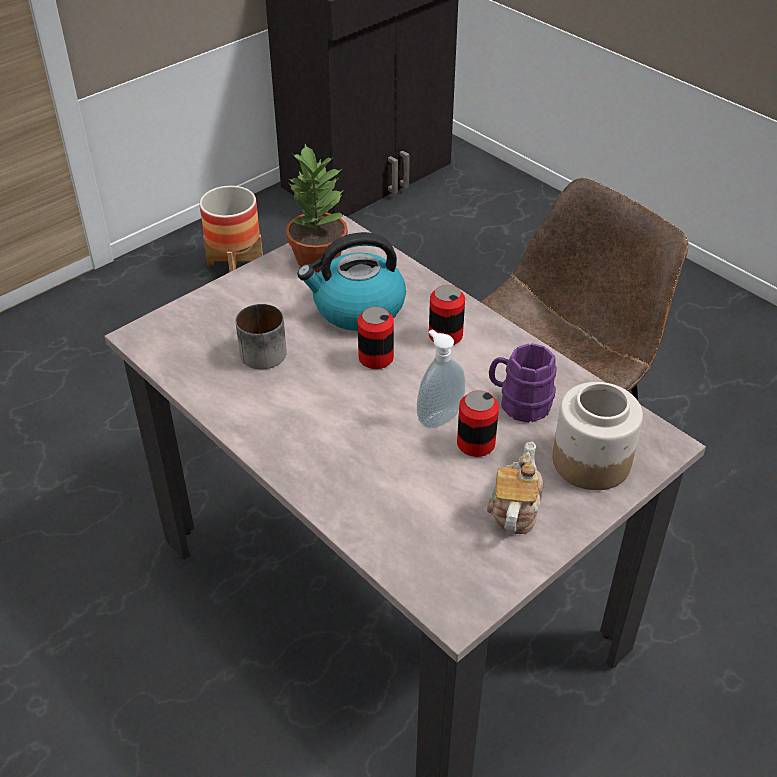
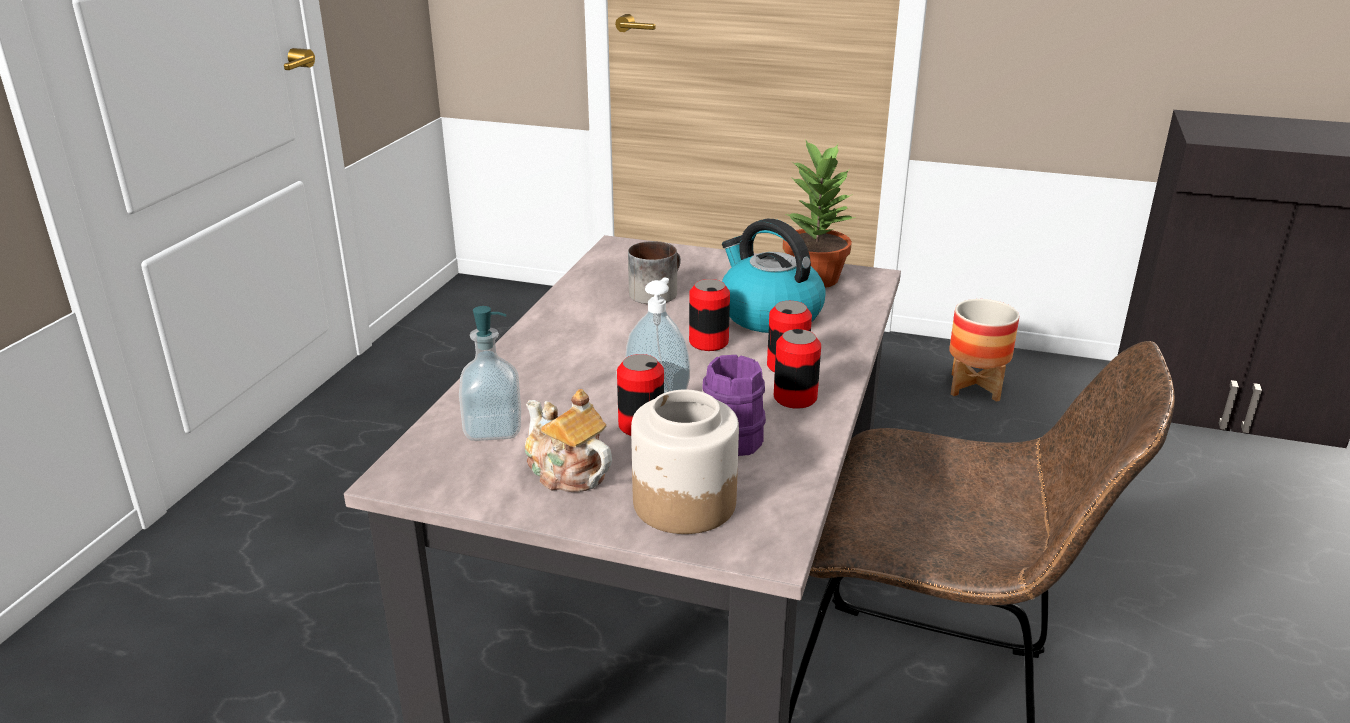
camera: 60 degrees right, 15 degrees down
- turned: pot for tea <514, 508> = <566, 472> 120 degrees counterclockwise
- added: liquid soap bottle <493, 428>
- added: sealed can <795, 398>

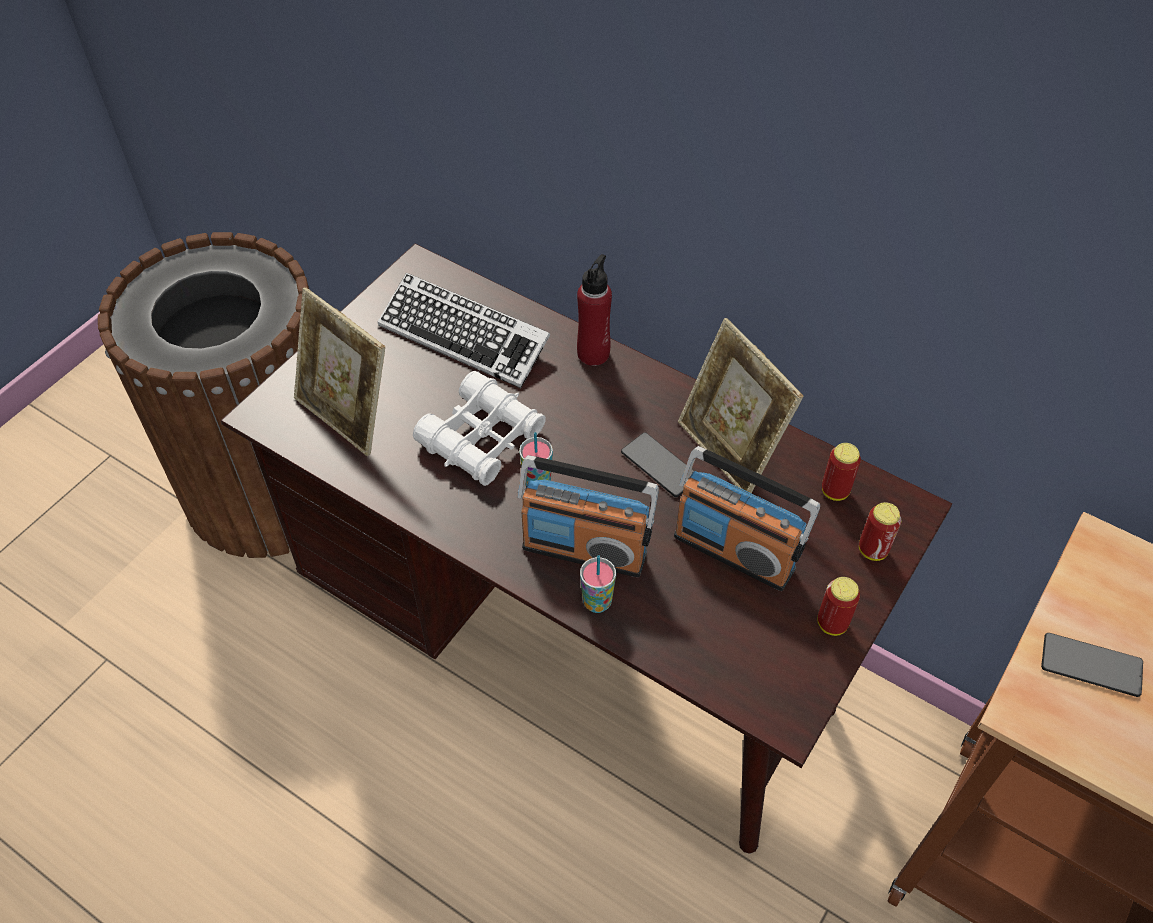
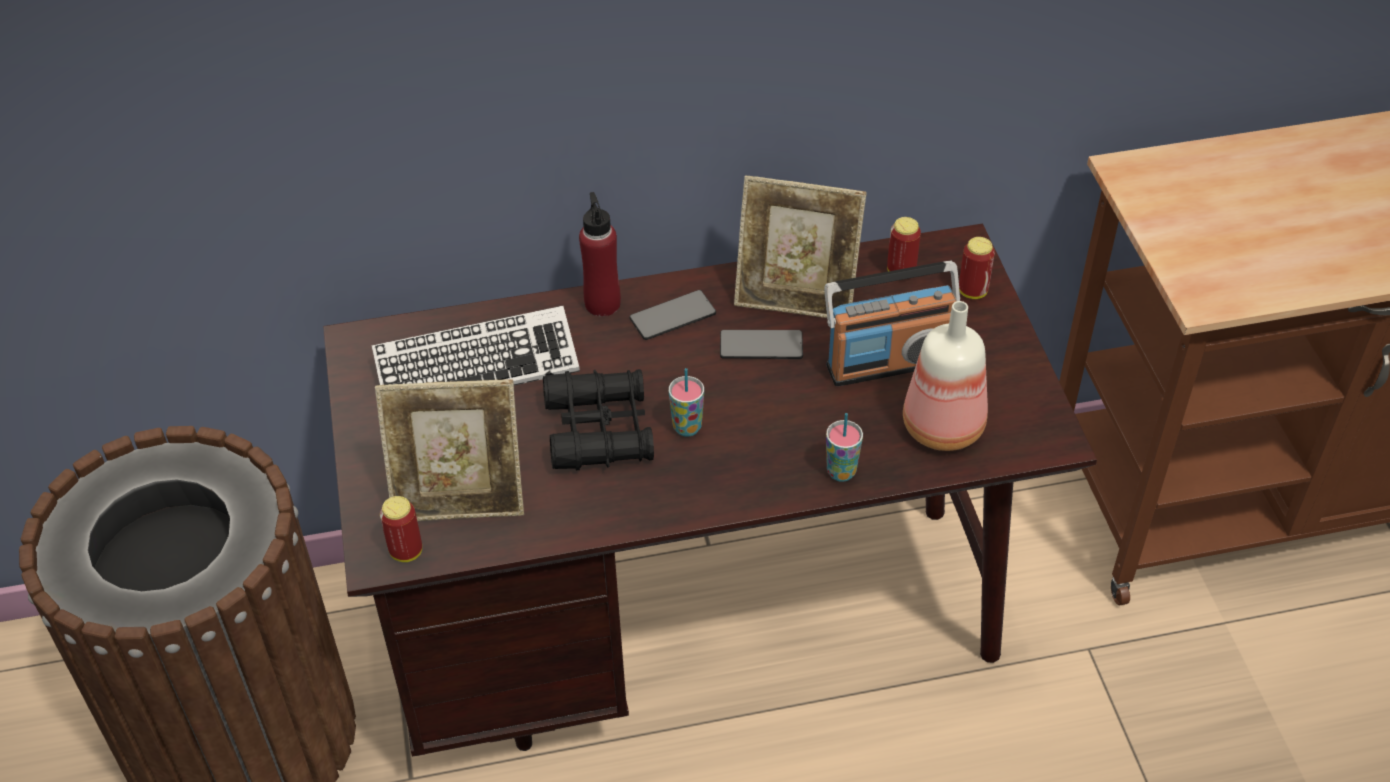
camera: 45 degrees left, 5 degrees down
- recoloured: white-coloured binoculars <482, 438> to black-coloured binoculars <599, 430>
- removed: radio set <585, 549>
- moved: sealed can <832, 623> to <406, 551>
- moved: telephone <1091, 665> to <673, 316>
- added: bottle <945, 426>

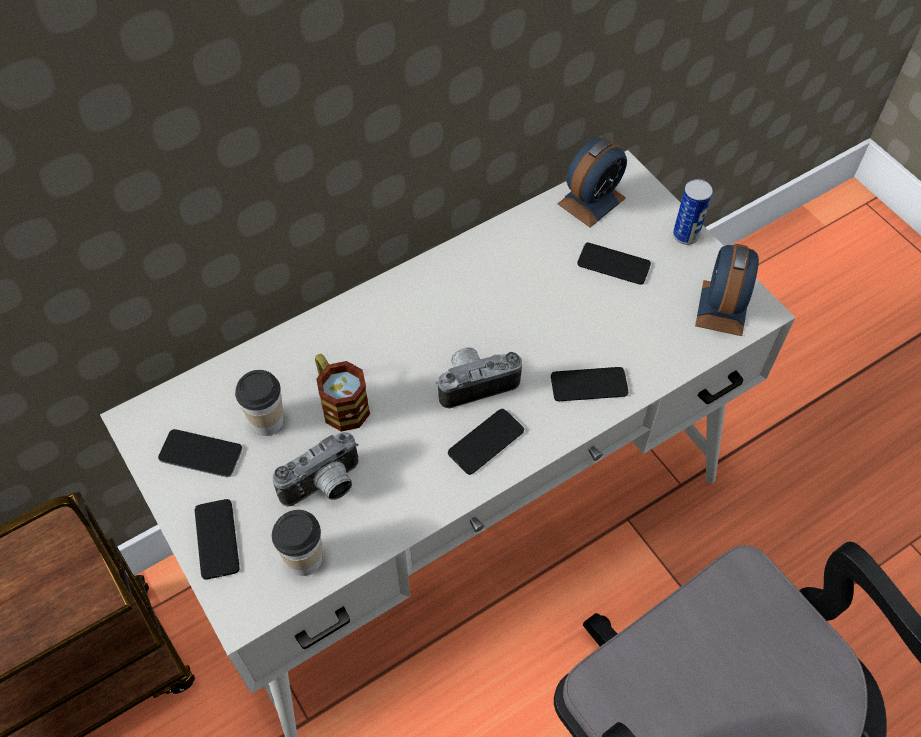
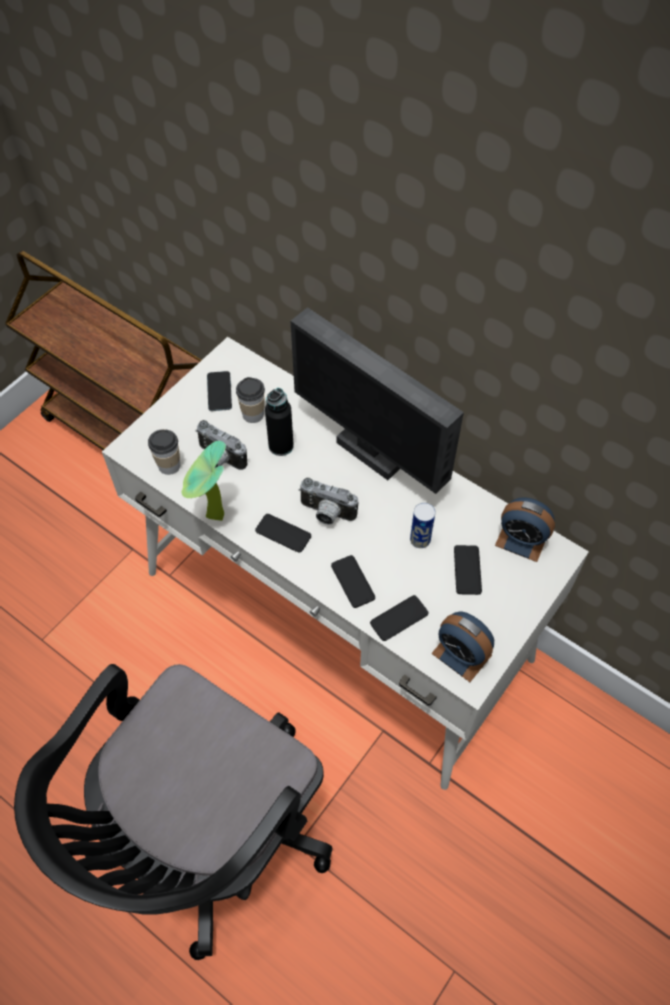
camera: 70 degrees right, 0 degrees up
- moved: sealed can <685, 235> to <420, 540>
- turned: alarm clock <722, 308> = <461, 654> 135 degrees counterclockwise
- turned: photo camera <476, 383> = <326, 514> 150 degrees clockwise
- replaced: mug <340, 402> to black-coloured bottle <281, 446>
- moved: telephone <217, 539> to <399, 618>
- added: computer display <371, 452>
- added: houseplant <212, 518>

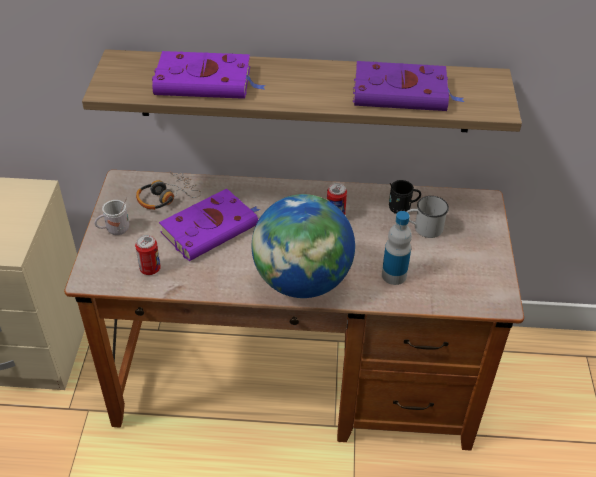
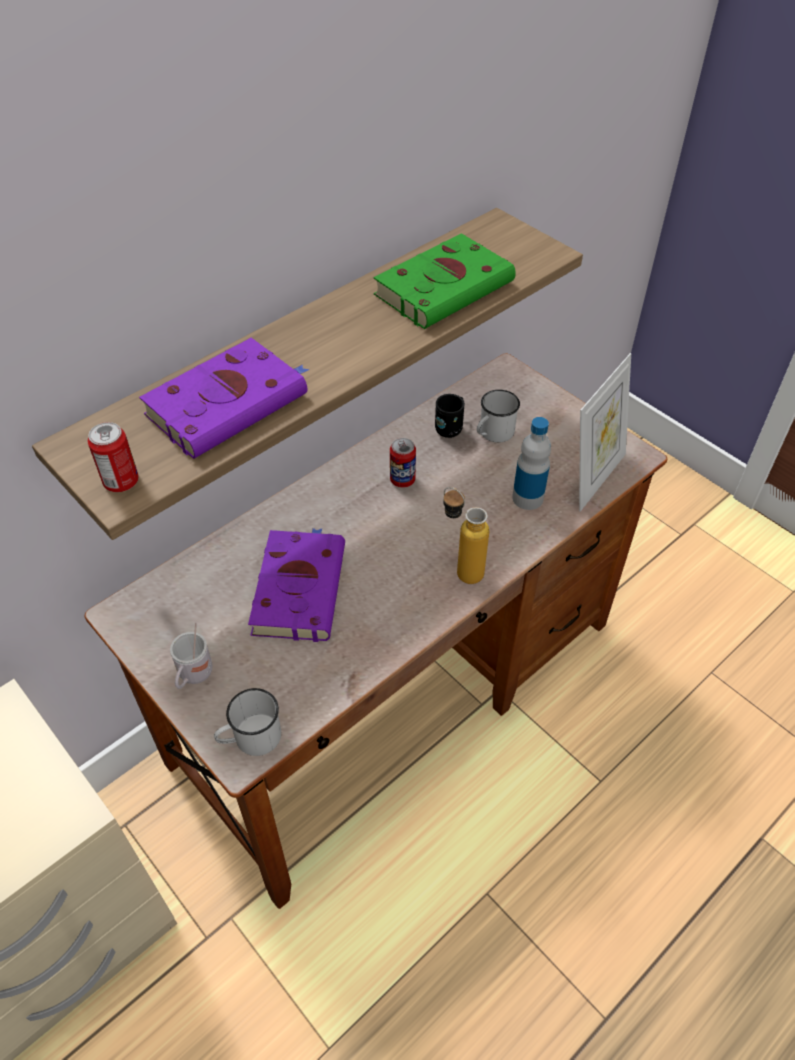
camera: 45 degrees left, 5 degrees up
- recoloured: purplish book <403, 93> to green book <446, 287>
- removed: headphones <167, 197>
- replaced: globe <302, 281> to bottle <460, 569>
- moved: sealed can <150, 269> to <121, 482>
- added: photo frame <594, 477>
- added: white-coloured mug <250, 738>

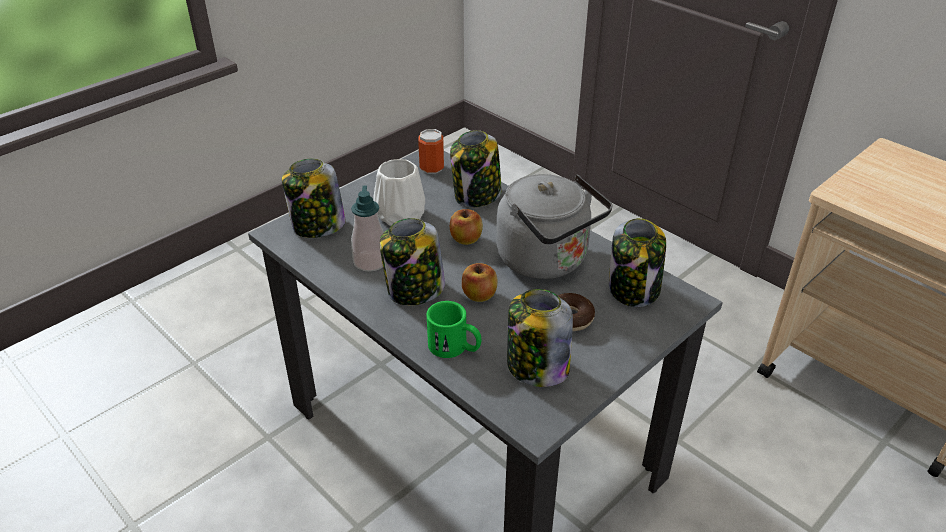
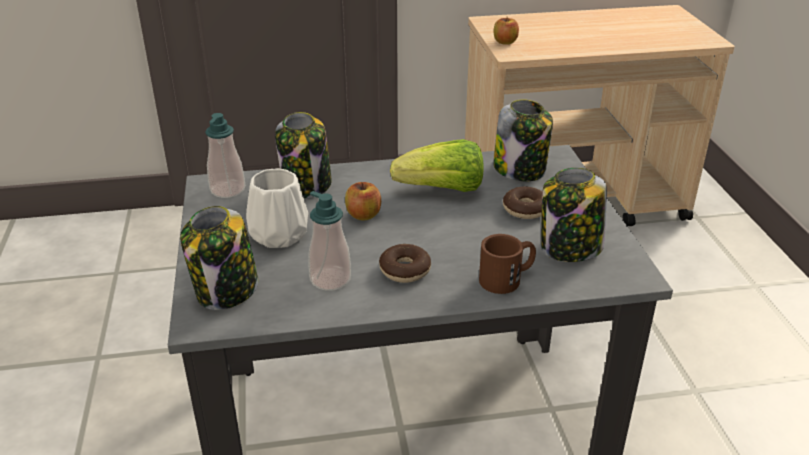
camera: 55 degrees left, 5 degrees down
- replaced: sealed can <431, 168> to liquid soap bottle <227, 190>
- replaced: grey water kettle <547, 261> to lettuce <442, 190>
- replaced: preserve jar <414, 290> to ring doughnut <405, 270>
- moved: apple fruit <479, 295> to <505, 42>
- recoloured: green mug <455, 347> to brownish mug <507, 278>

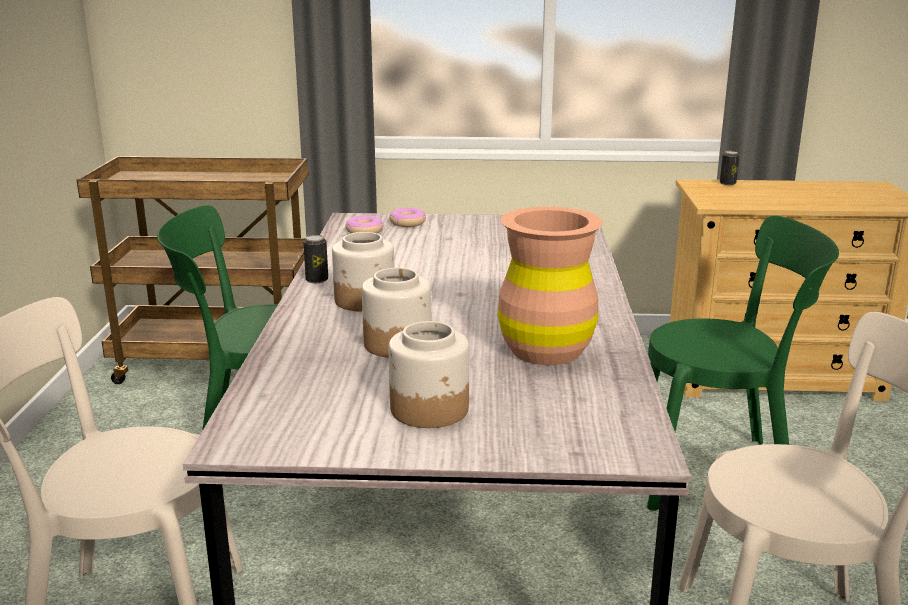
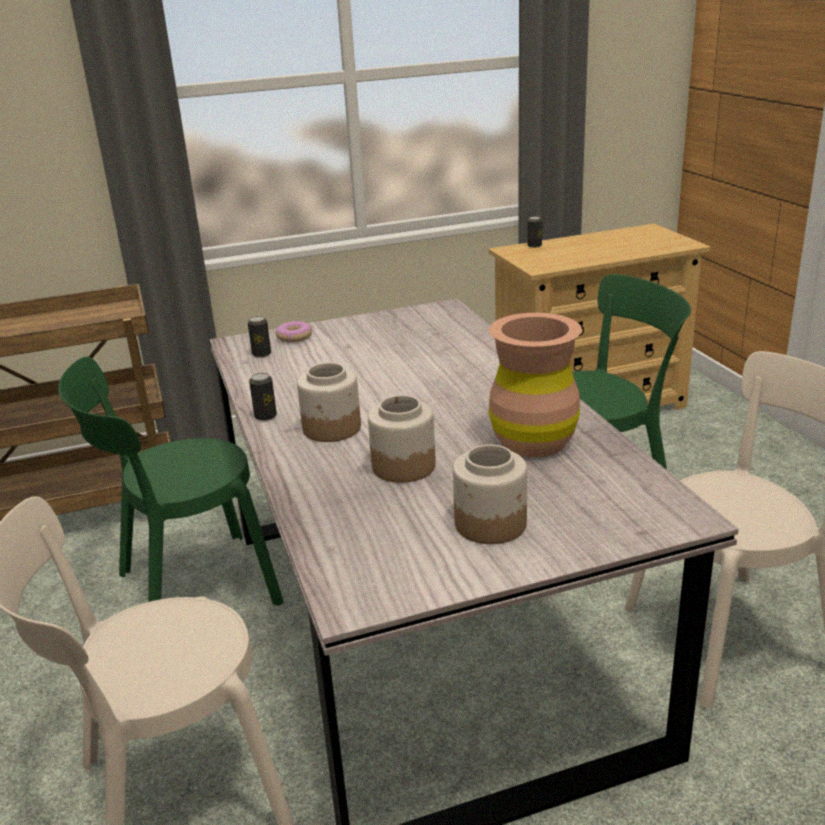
camera: 20 degrees left, 5 degrees up
- replaced: ring doughnut <364, 231> to sealed can <261, 354>

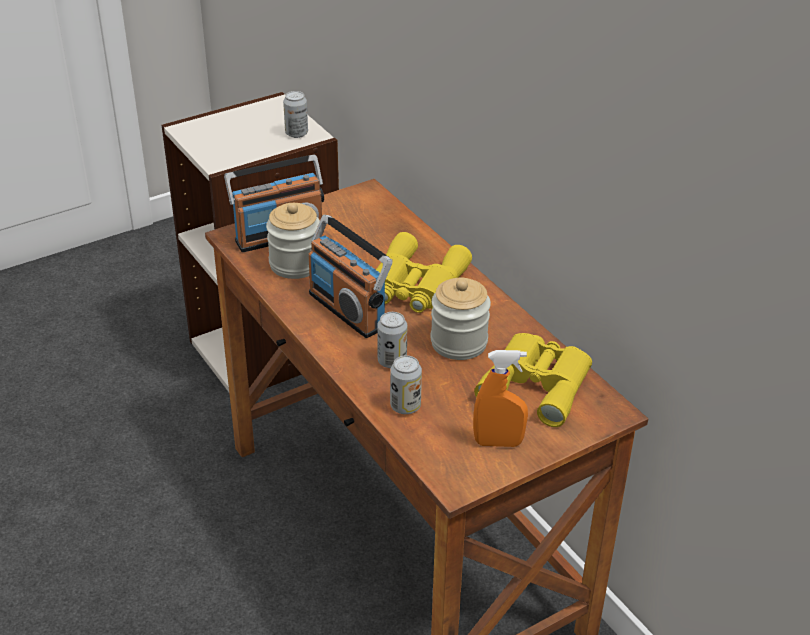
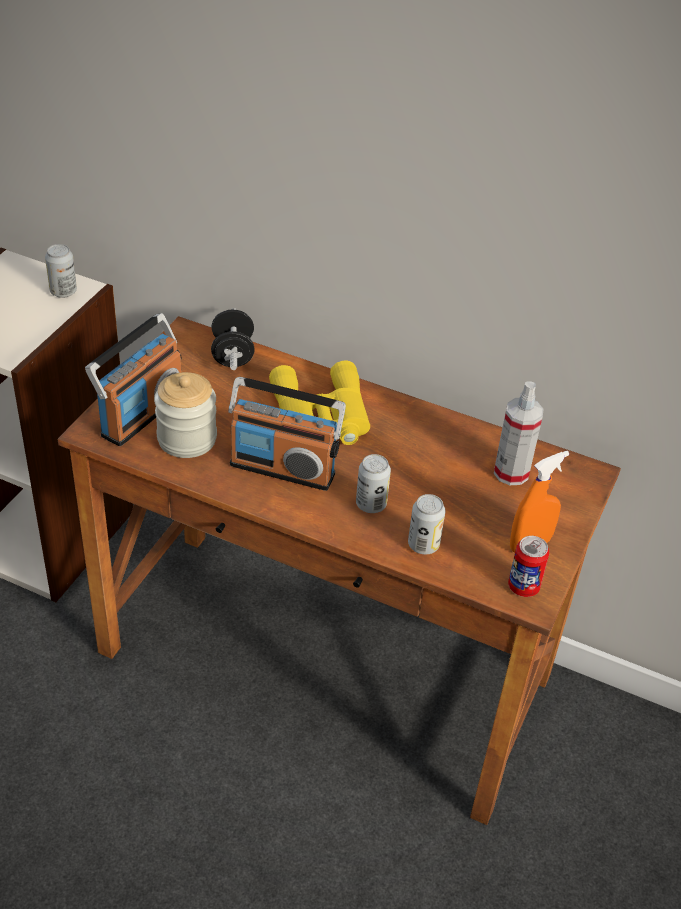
camera: 35 degrees left, 5 degrees up
- removed: preserve jar <459, 343>
- replaced: yellow-coloured binoculars <538, 383> to hand sprayer <511, 472>
- added: black-coloured free weight <232, 355>
- added: sealed can <523, 587>

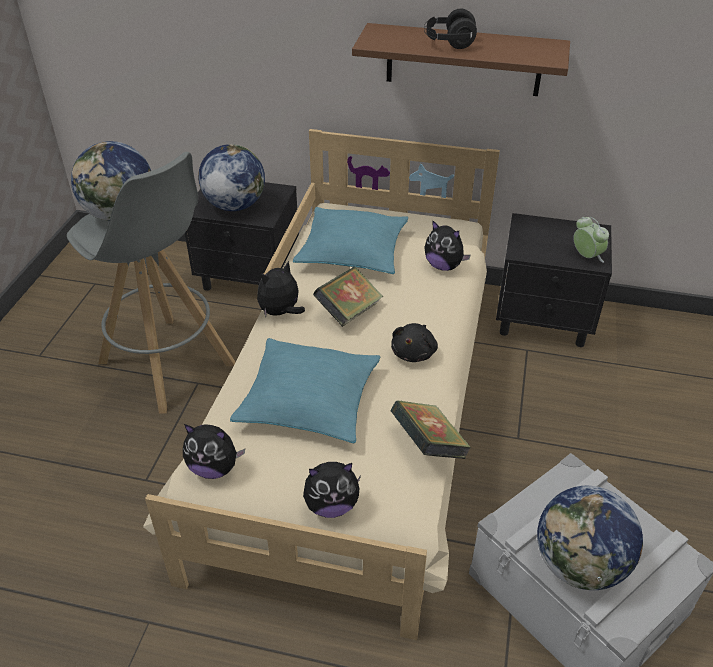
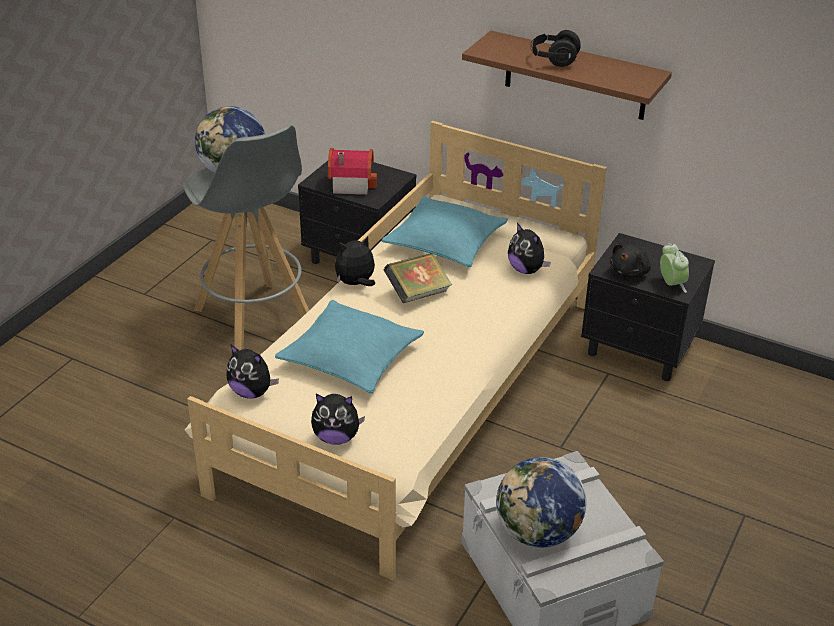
camera: 15 degrees right, 5 degrees down
- replaced: globe <234, 205> to model house <350, 183>
- moved: black-coloured plush toy <414, 352> to <630, 272>
- removed: book <428, 445>

